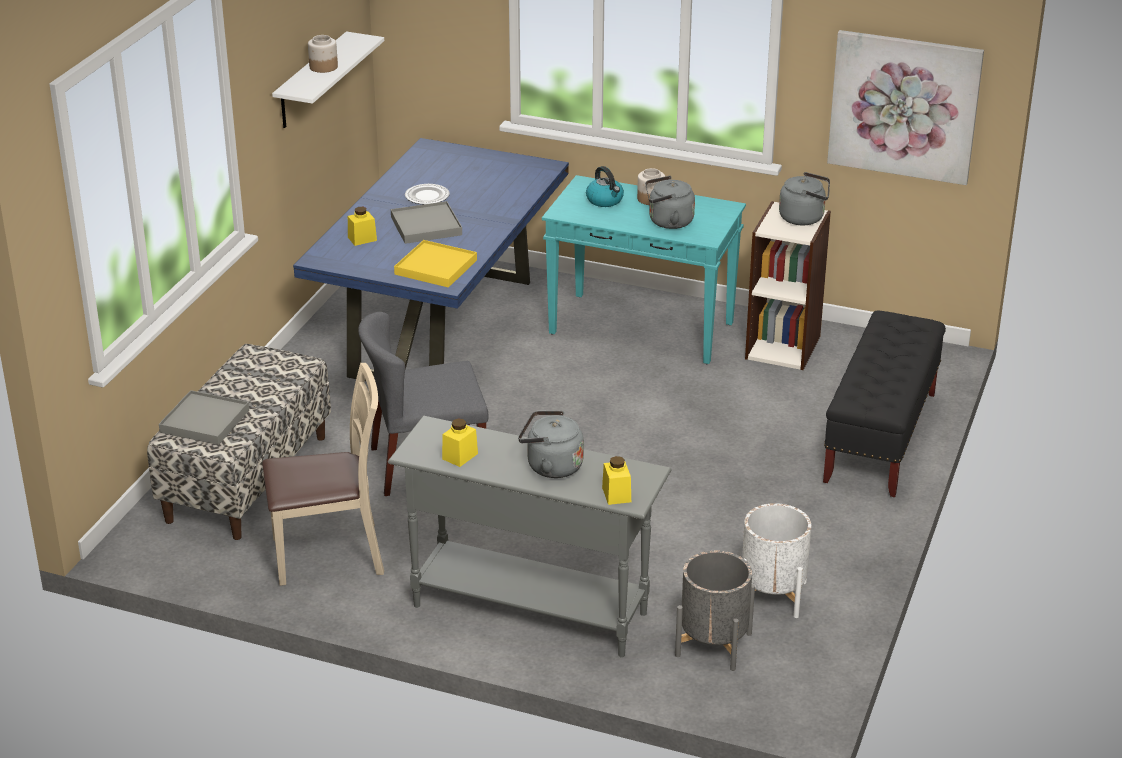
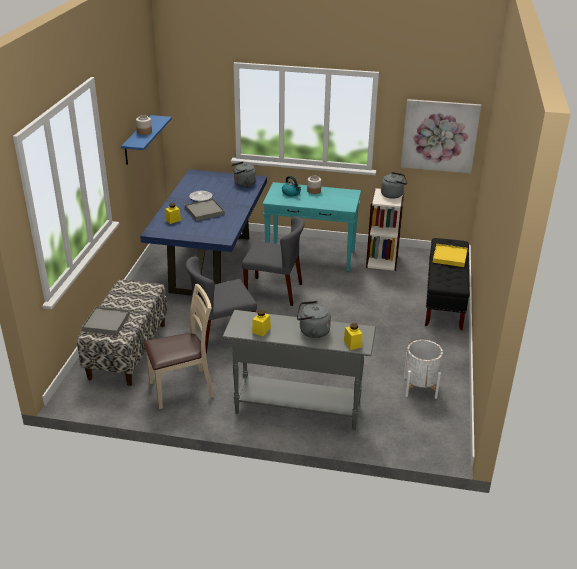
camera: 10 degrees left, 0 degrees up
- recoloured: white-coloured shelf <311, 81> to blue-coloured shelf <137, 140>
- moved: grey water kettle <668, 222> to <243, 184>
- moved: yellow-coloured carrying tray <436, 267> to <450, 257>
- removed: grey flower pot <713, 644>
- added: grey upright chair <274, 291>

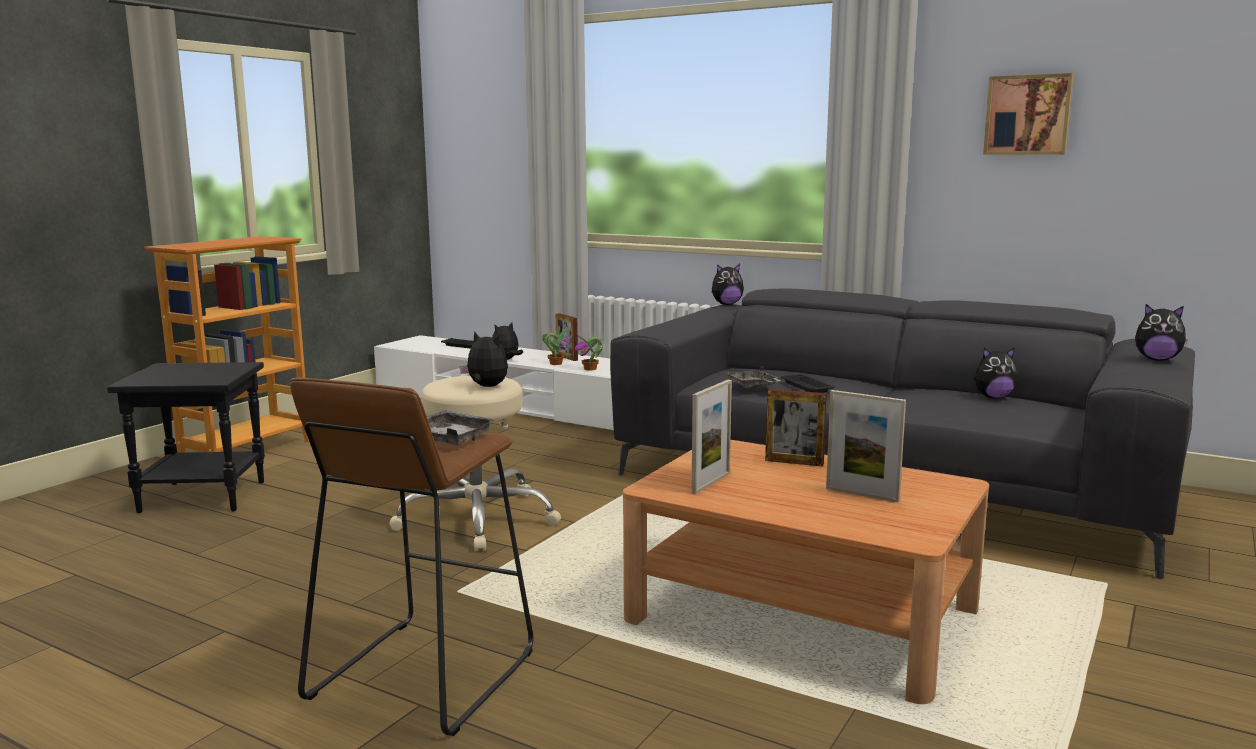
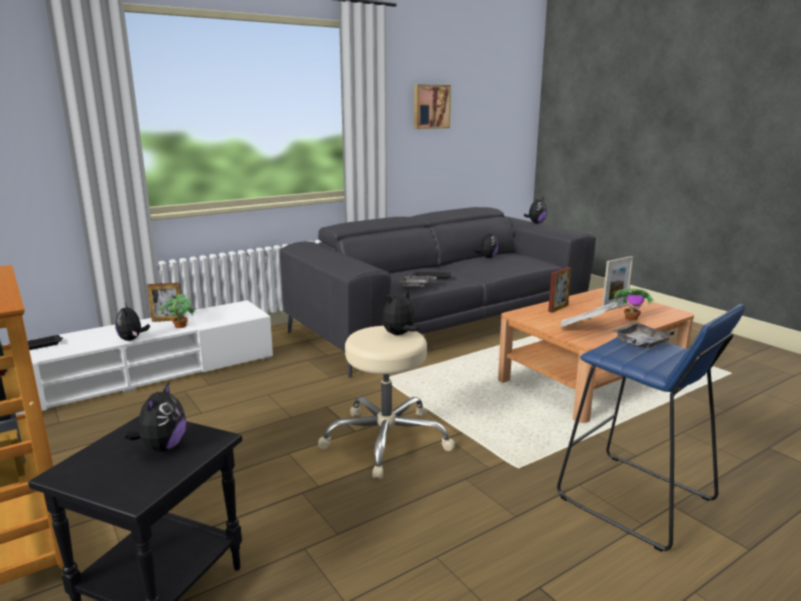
camera: 65 degrees left, 5 degrees up
- moved: plush toy <726, 304> to <162, 447>
- moved: houseplant <590, 369> to <631, 318>
- recoloured: brownish stool <421, 675> to blue-coloured stool <636, 500>
- replaced: photo frame <711, 483> to newspaper <584, 329>

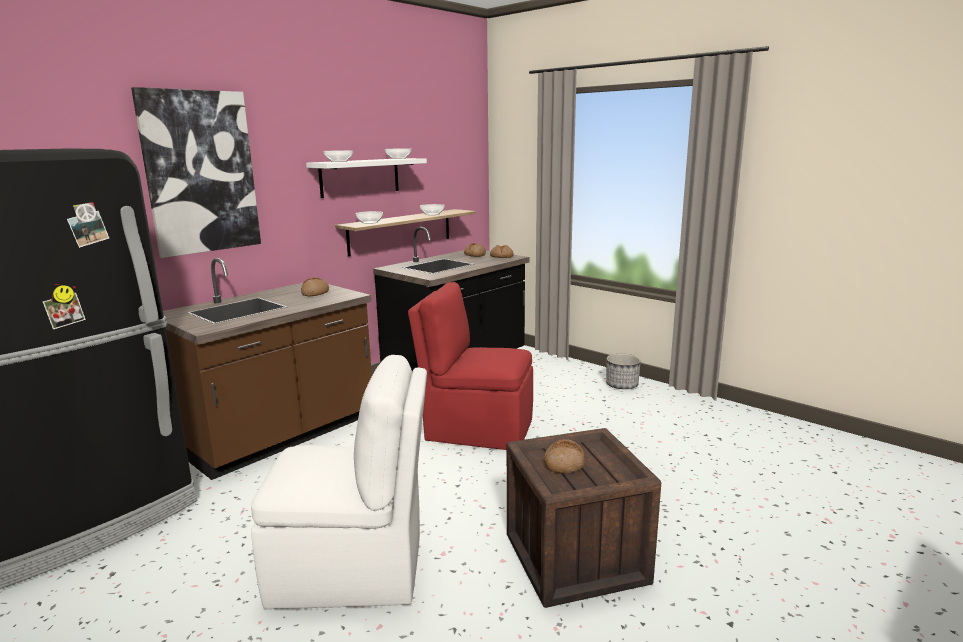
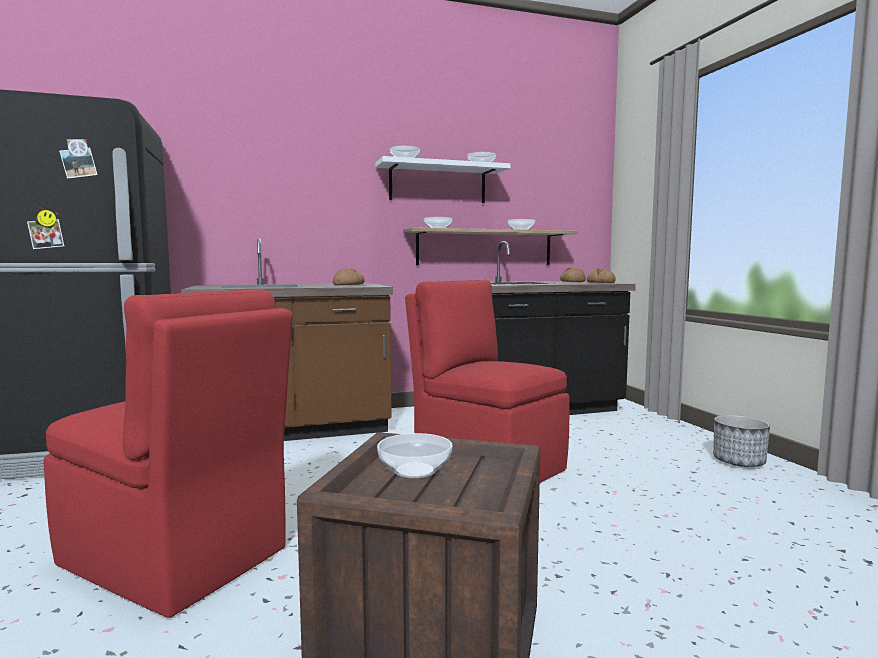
camera: 30 degrees right, 10 degrees down
- removed: picture <200, 172>
- recoloured: white-coloured upright chair <352, 570> to reddish upright chair <177, 559>
- replaced: bread <564, 463> to deep dish <415, 470>

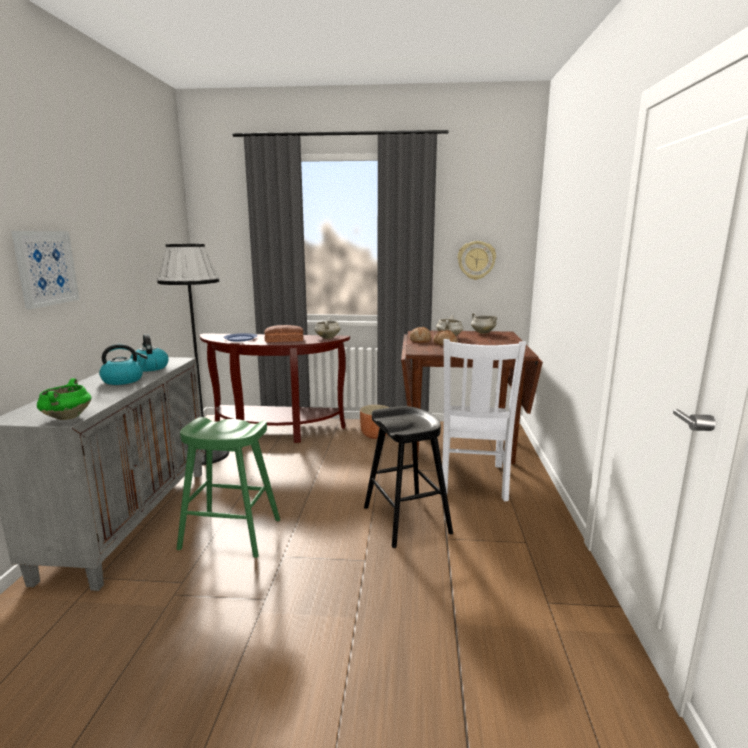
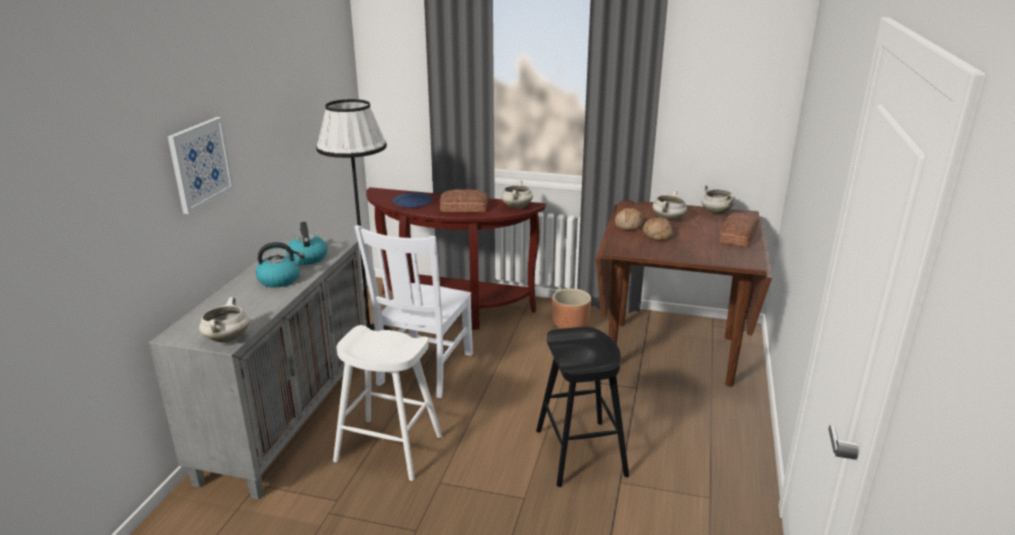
camera: 10 degrees right, 10 degrees up
- removed: wall clock <476, 260>
- moved: white-coloured upright chair <472, 481> to <424, 370>
- recoloured: green stockpot <67, 417> to white-coloured stockpot <227, 338>
- recoloured: green stool <231, 534> to white-coloured stool <389, 449>
- added: bread <737, 236>

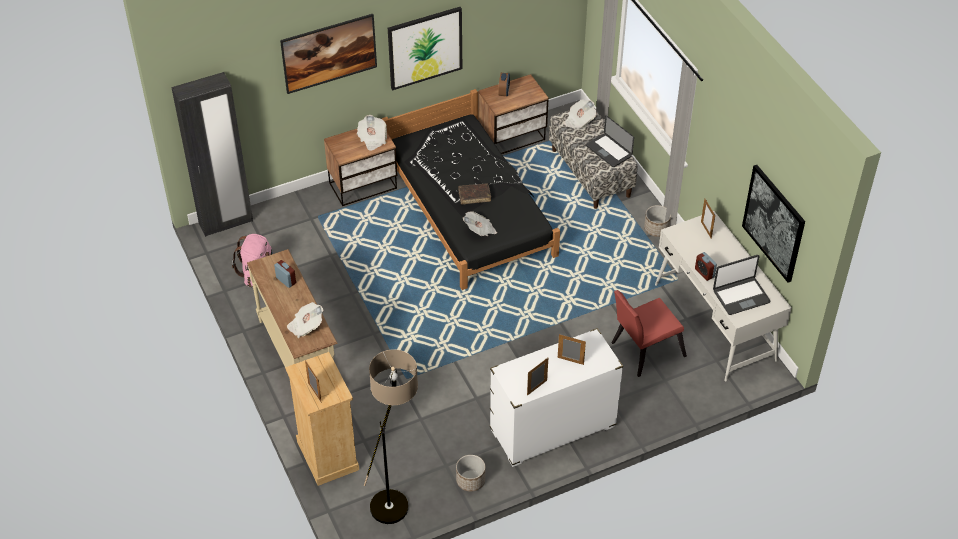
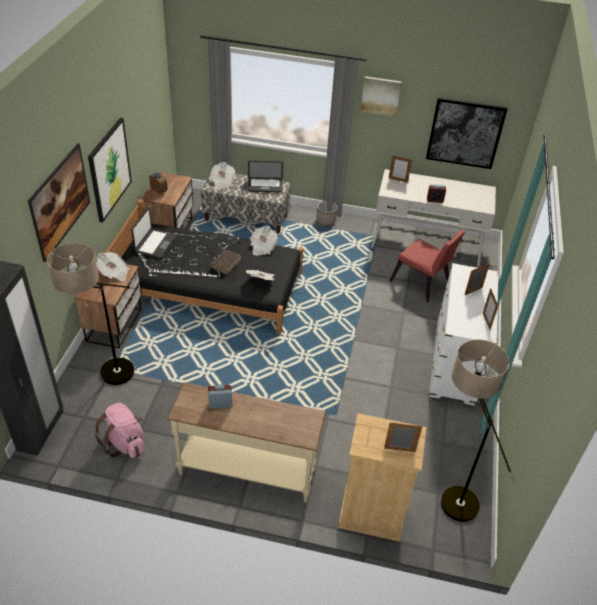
camera: 55 degrees left, 5 degrees down
- moved: notebook computer <740, 296> to <155, 244>
- turned: reddish upright chair <643, 350> = <422, 283> 60 degrees counterclockwise
- moved: newspaper <305, 326> to <262, 247>
- removed: flower pot <470, 480>
- added: picture <380, 96>
- added: standard lamp <107, 380>

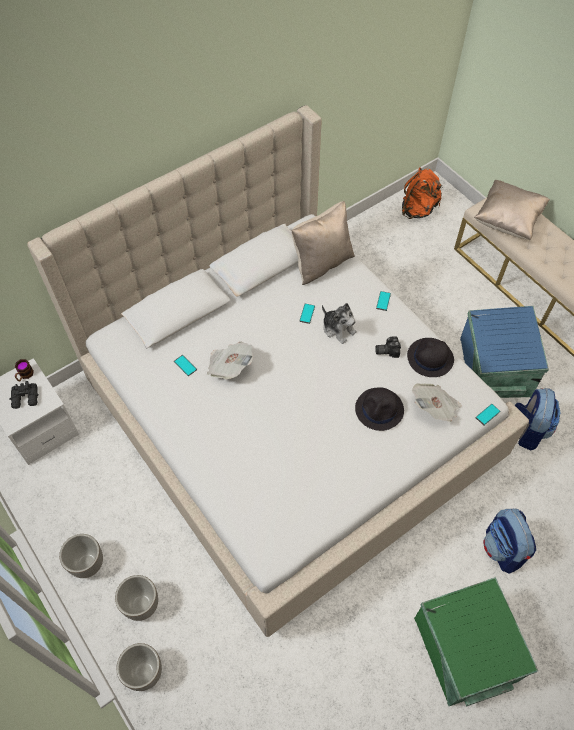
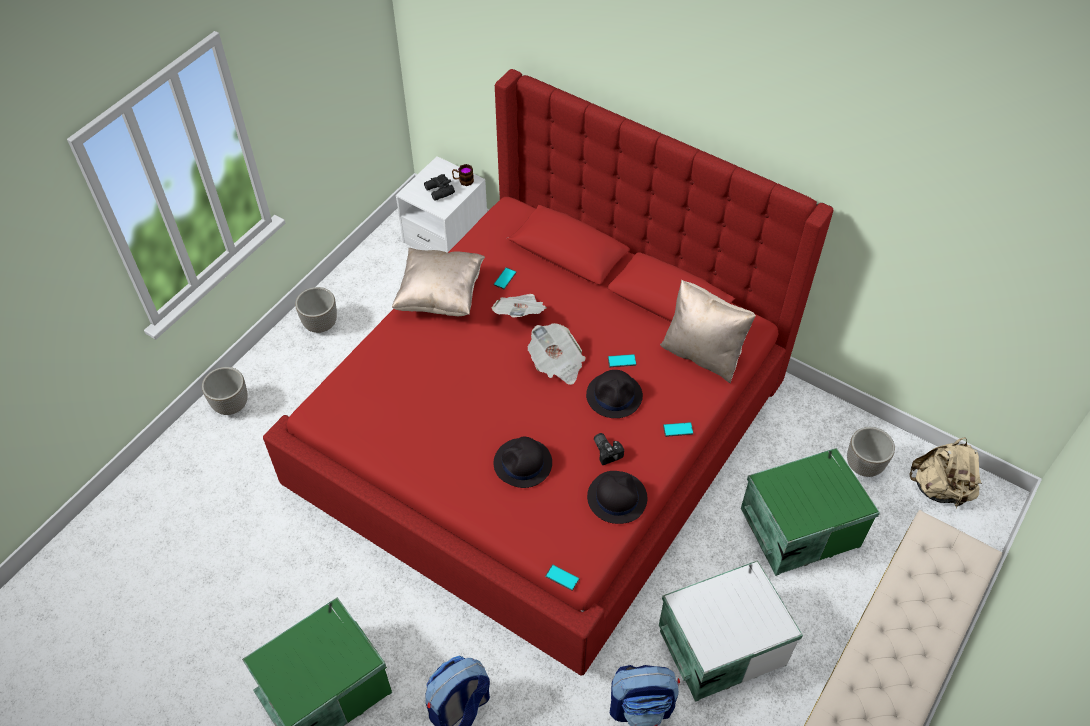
camera: 70 degrees right, 5 degrees down
- recoloured: beige-coloured bedroom bed <287, 416> to reddish bedroom bed <546, 435>
- recoloured: orange-coloured rucksack <418, 209> to beige-coloured rucksack <940, 488>
- moved: beige-coloured pillow <507, 221> to <440, 296>
- replaced: plush toy <338, 329> to black-coloured clothing hat <614, 395>
- recoloured: blue-coloured storage container <493, 368> to white-coloured storage container <719, 643>
- moved: newspaper <435, 408> to <557, 363>
- moved: flower pot <142, 604> to <864, 465>
- added: green storage container <798, 526>

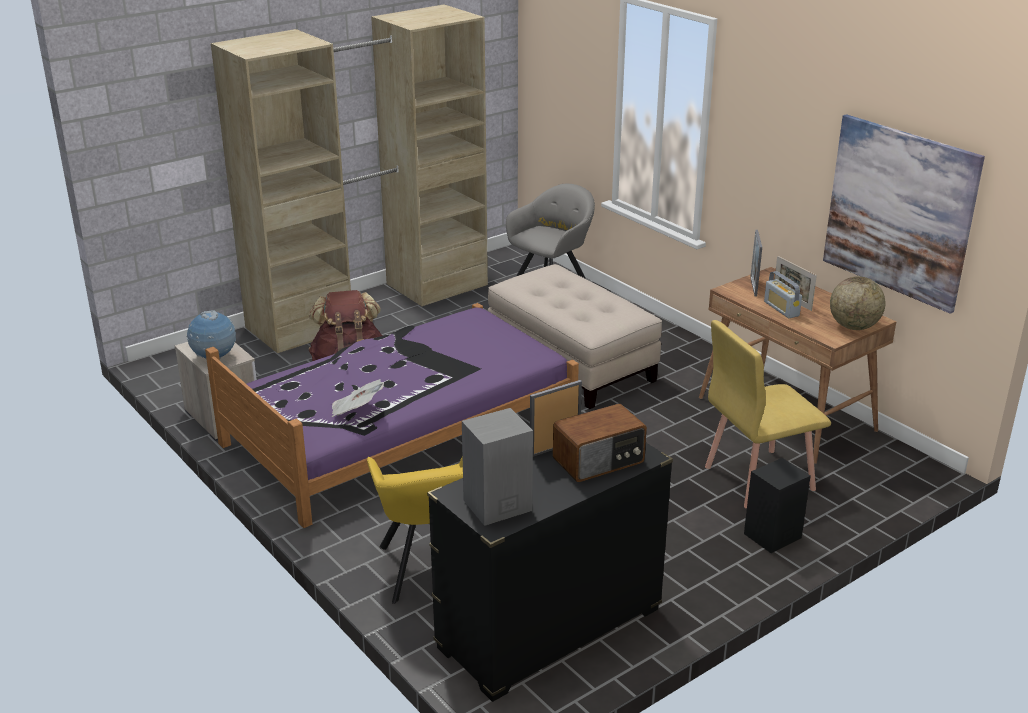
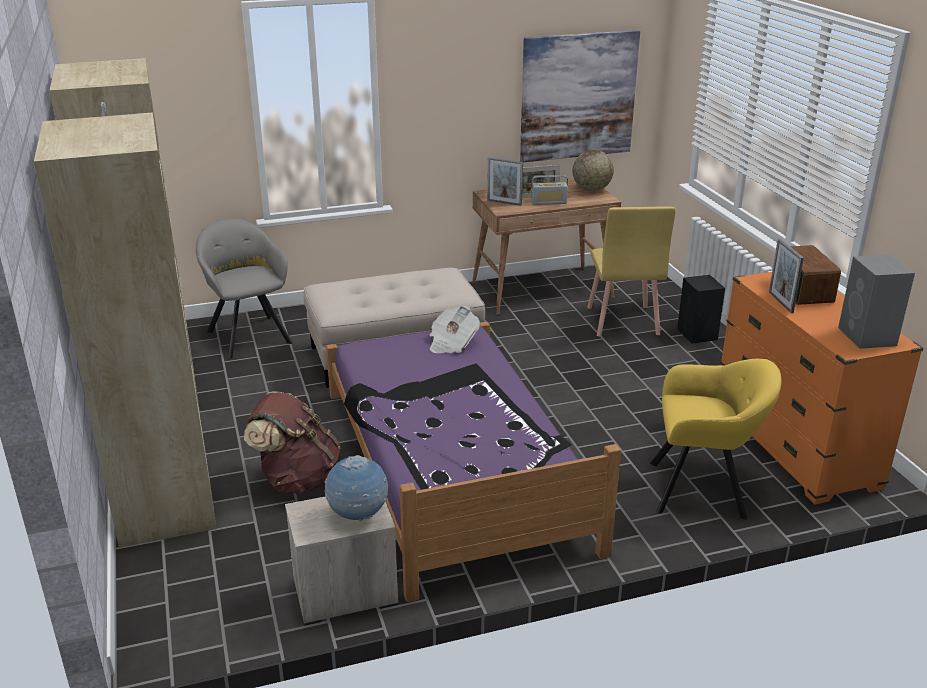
camera: 70 degrees left, 0 degrees up
- moved: newspaper <356, 411> to <452, 343>
- recoloured: black-coloured drawer chest <549, 630> to orange-coloured drawer chest <794, 447>

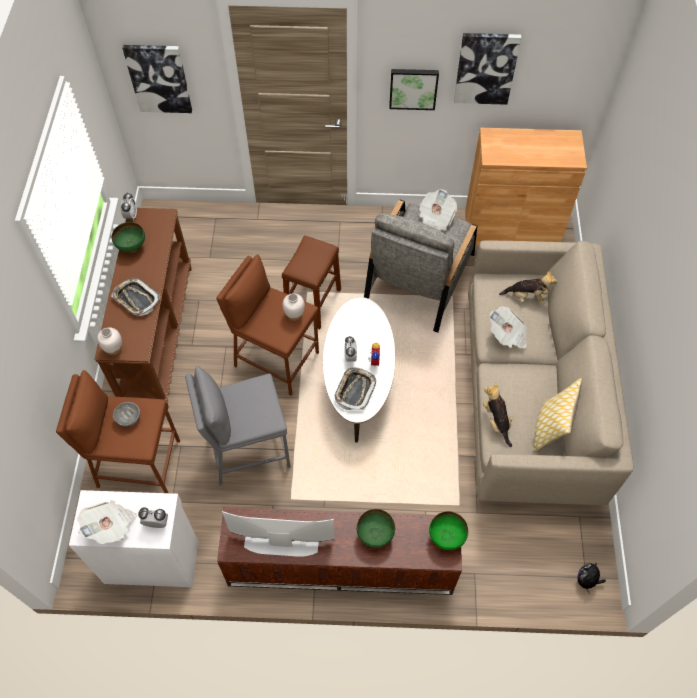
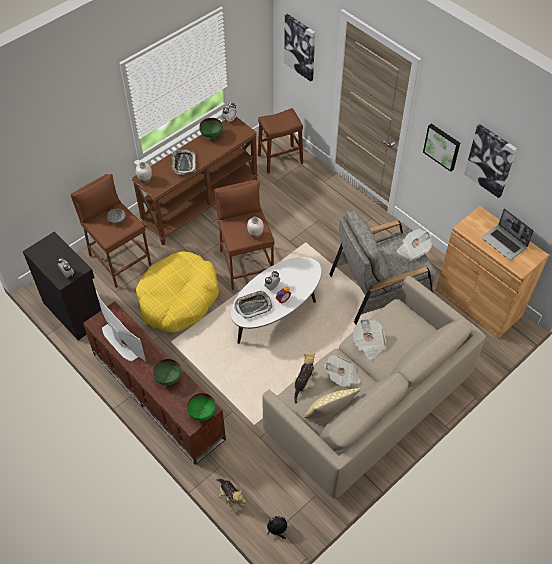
camera: 45 degrees right, 5 degrees down
- moved: brownish stool <313, 303> to <280, 159>
- moved: plush toy <526, 297> to <230, 497>
- replaced: grey stool <248, 450> to yellow-coloured pet bed <178, 299>
- recoloured: white-coloured cupboard <151, 560> to black-coloured cupboard <74, 311>
- moved: newspaper <111, 526> to <342, 376>
- added: notebook computer <504, 243>

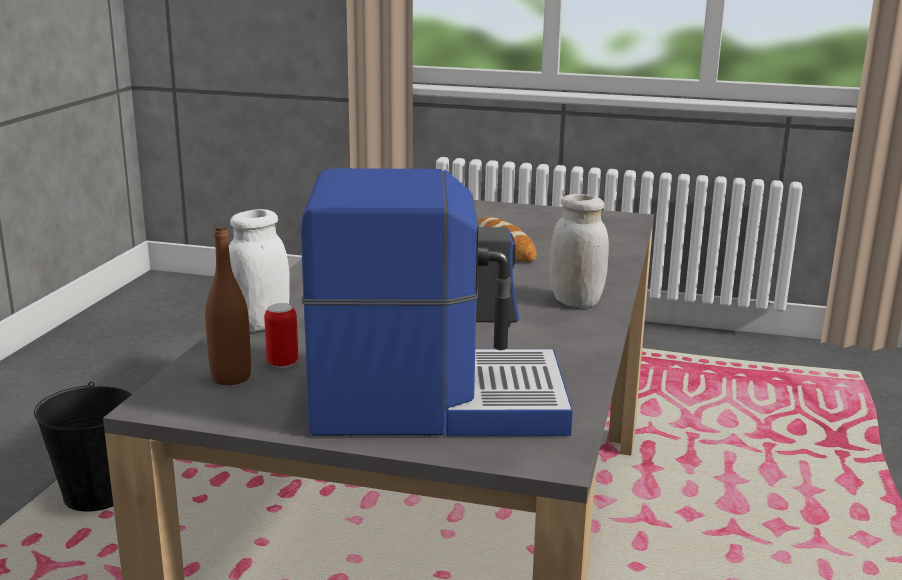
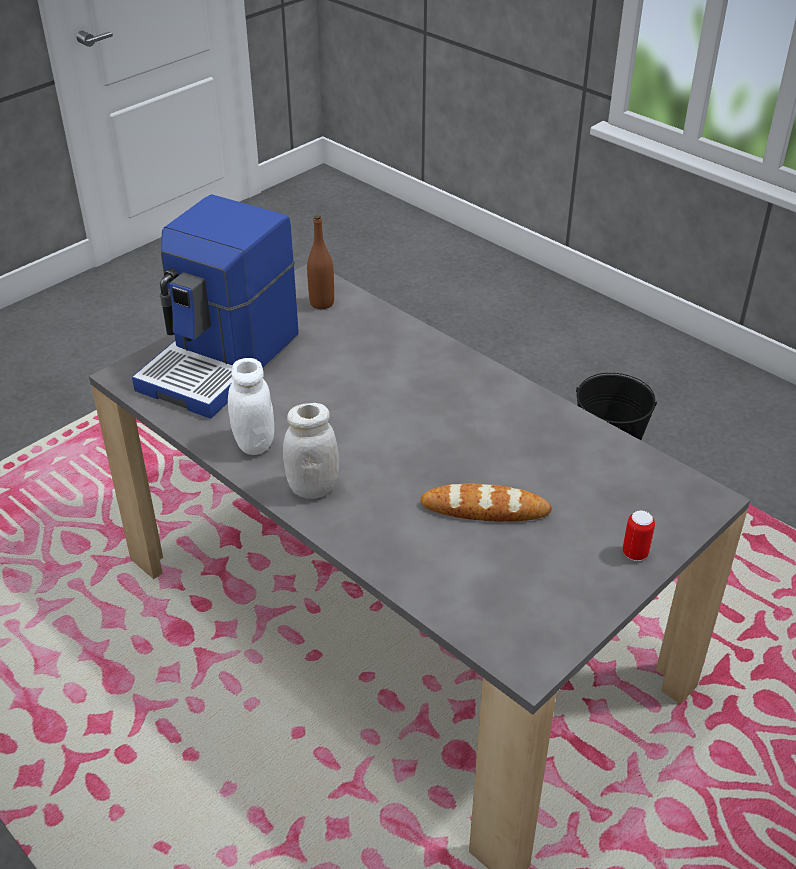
camera: 120 degrees right, 20 degrees up
- moved: white-coloured preserve jar <260, 325> to <254, 443>
- moved: sealed can <282, 363> to <635, 553>

